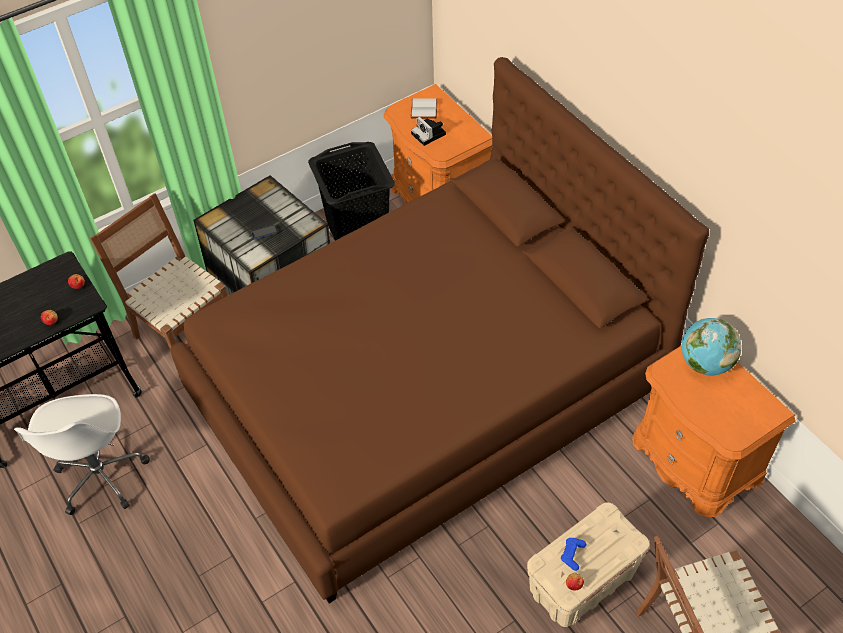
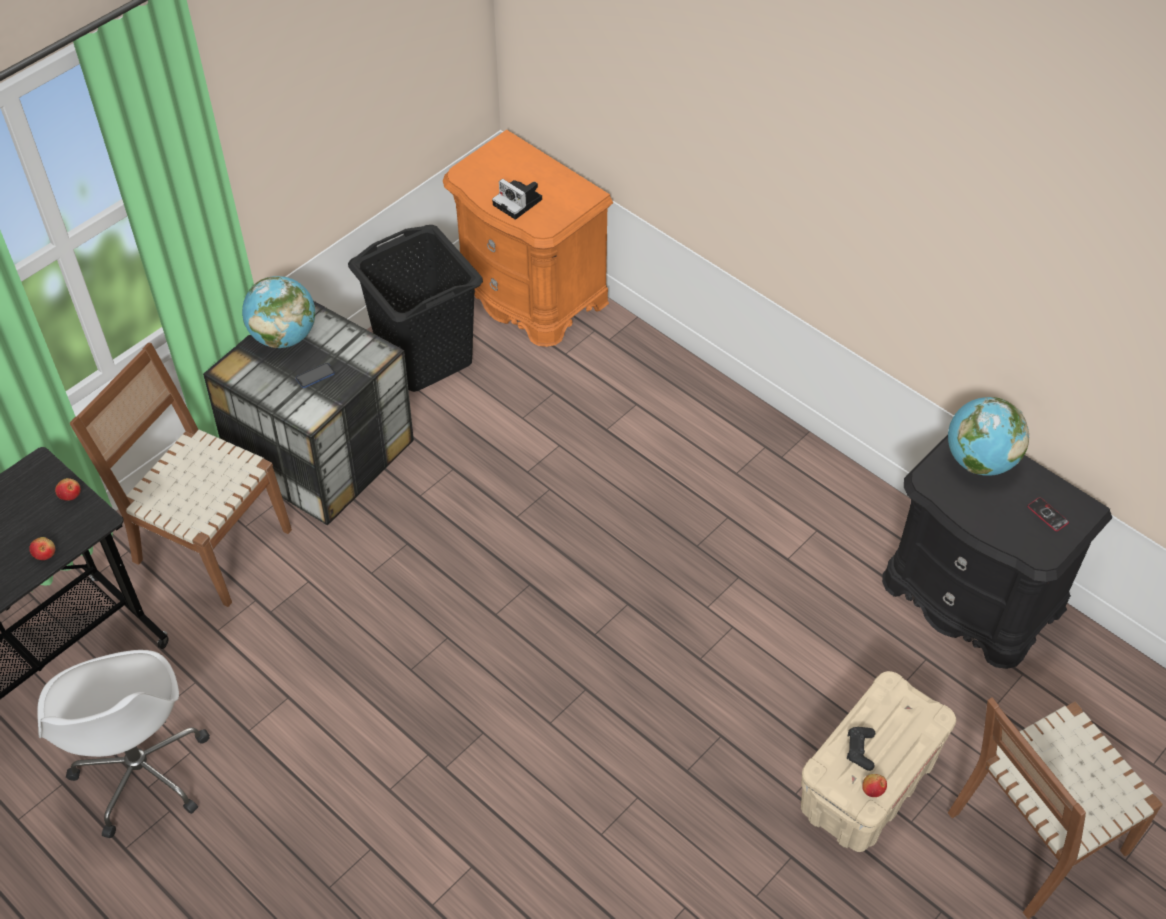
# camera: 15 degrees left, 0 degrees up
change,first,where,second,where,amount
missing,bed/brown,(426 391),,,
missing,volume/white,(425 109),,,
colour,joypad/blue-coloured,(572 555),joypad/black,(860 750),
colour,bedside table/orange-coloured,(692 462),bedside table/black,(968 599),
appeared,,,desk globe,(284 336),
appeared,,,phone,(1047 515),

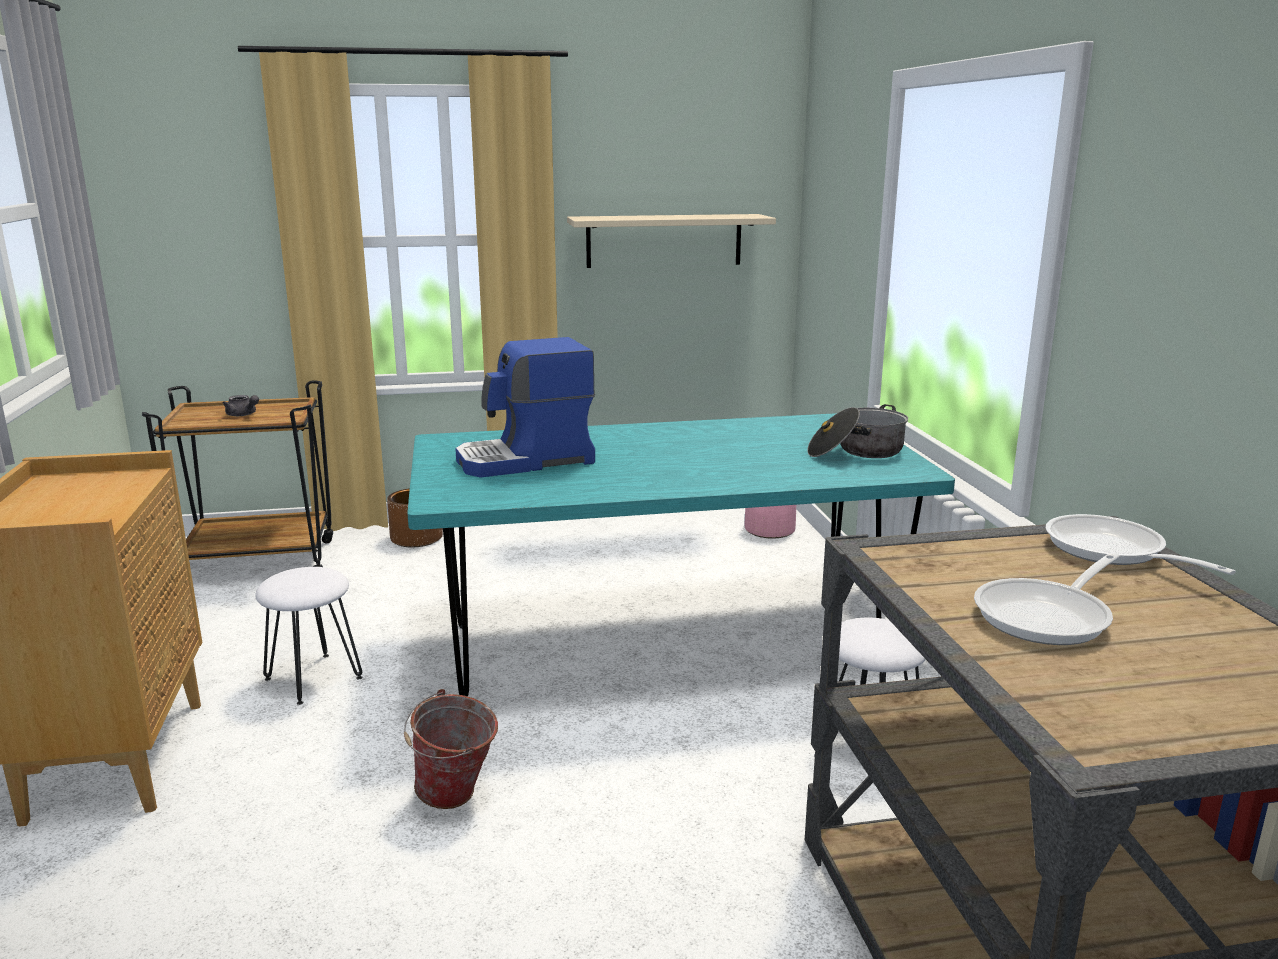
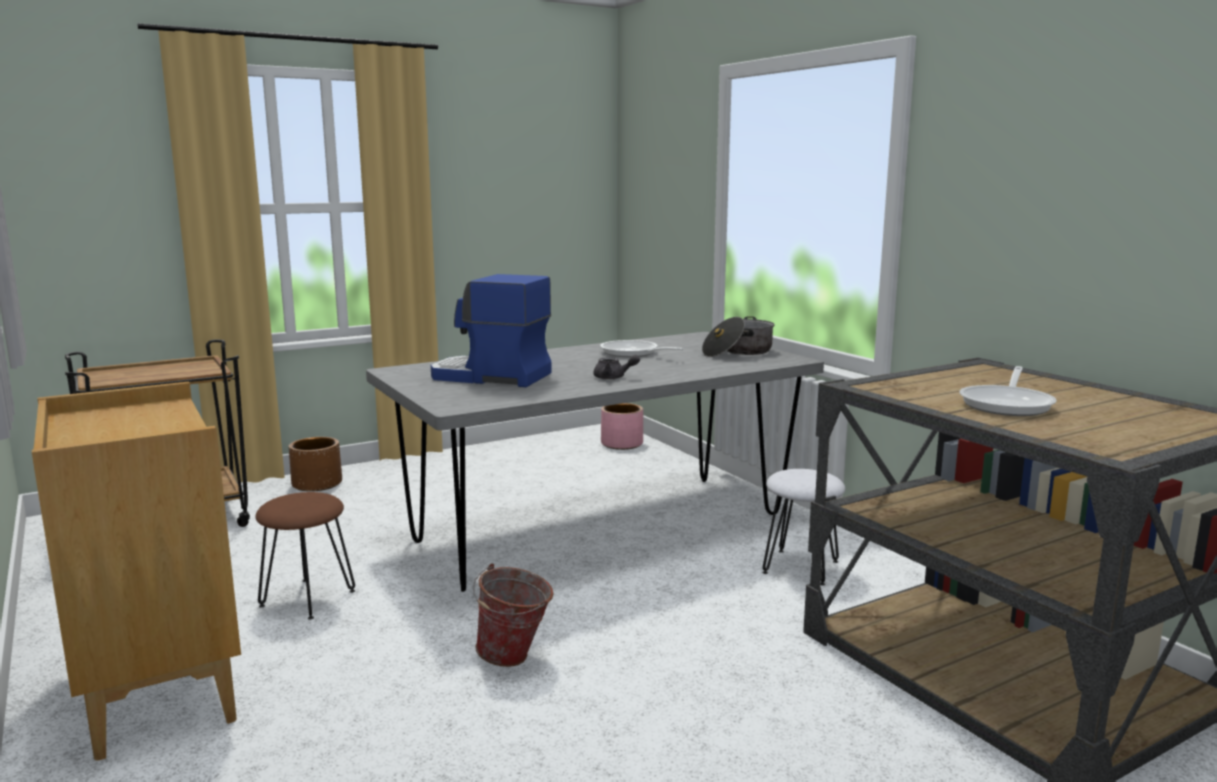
# camera: 20 degrees left, 5 degrees down
change,first,where,second,where,amount
relocated,tea pot/gray,(243 415),,(613 378),
colour,stool seat/white,(313 678),stool seat/brown,(307 598),
colour,dinner table/turquoise,(664 644),dinner table/gray,(600 529),
spun,coffee maker,(526 460),,(490 377),60 degrees clockwise
missing,wall shelf/sand-coloured,(664 240),,,
relocated,pan,(1112 551),,(633 353),

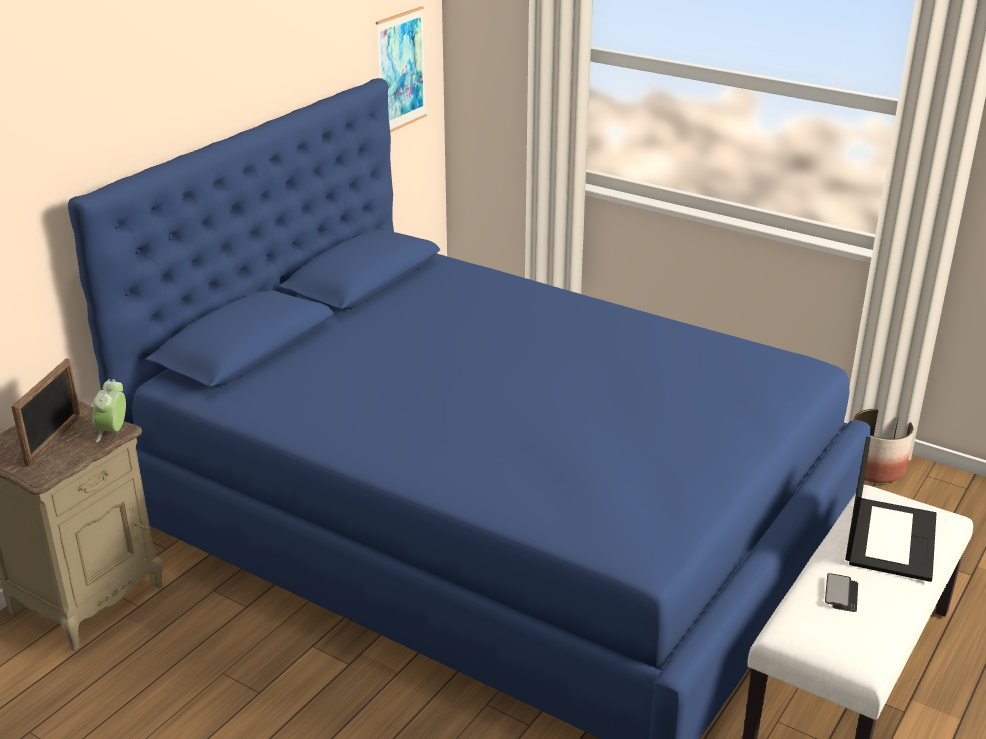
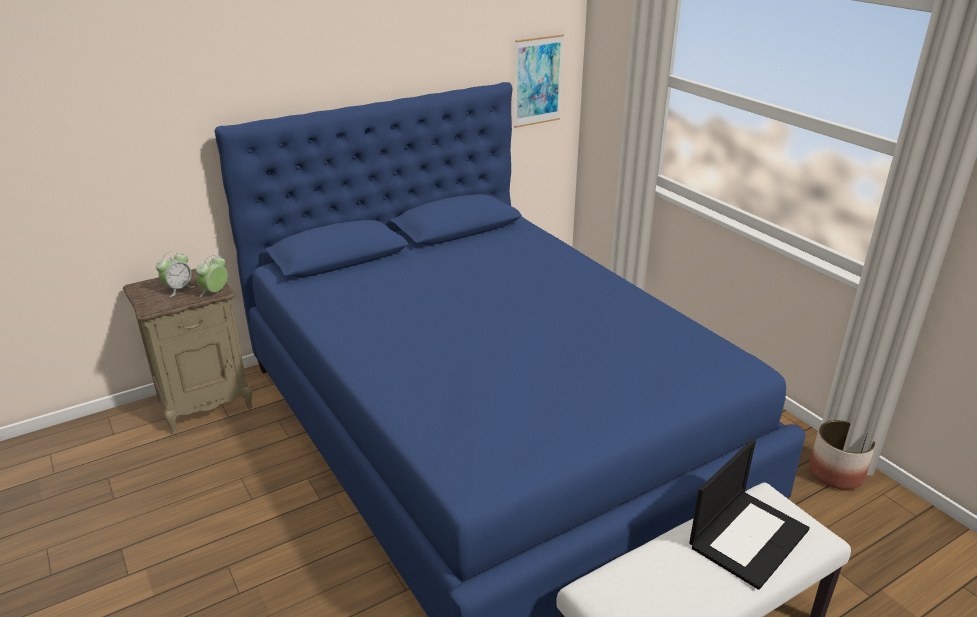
# camera: 25 degrees right, 0 degrees up
change,first,where,second,where,amount
exchanged,picture frame,(54 440),alarm clock,(178 289),
missing,phone,(841 594),,,

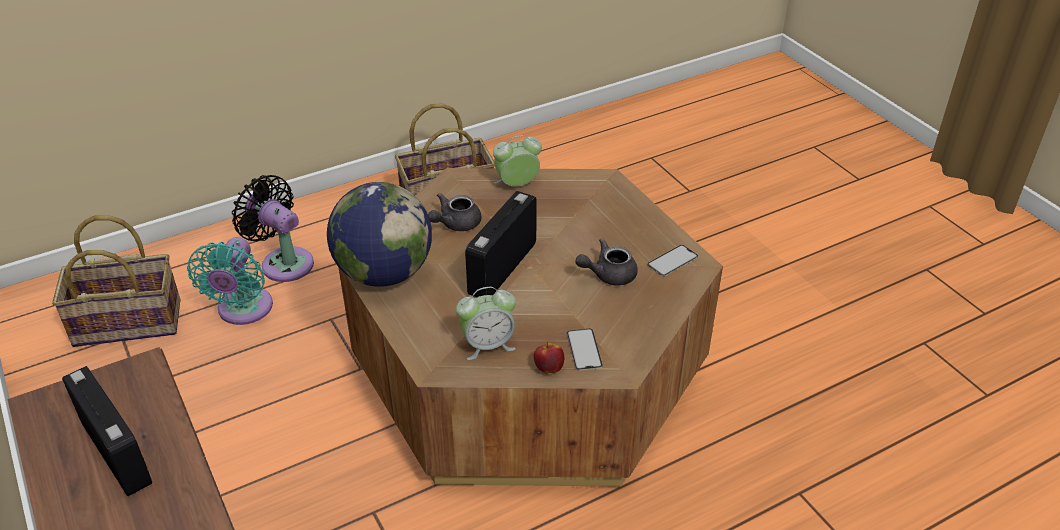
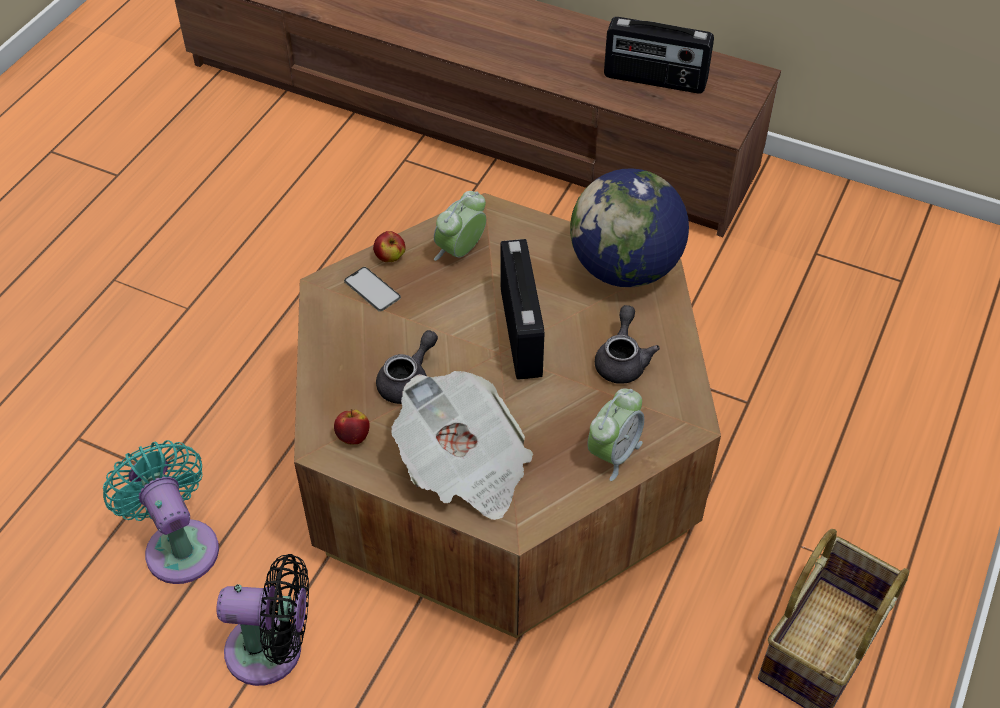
# camera: 145 degrees right, 10 degrees up
change,first,where,second,where,amount
missing,household basket,(128 322),,,
relocated,fan/turquoise,(243 311),,(179 545),
relocated,fan/black,(284 262),,(272 651),
exchanged,phone,(672 261),apple fruit,(353 437),
appeared,,,printed paper,(465 466),

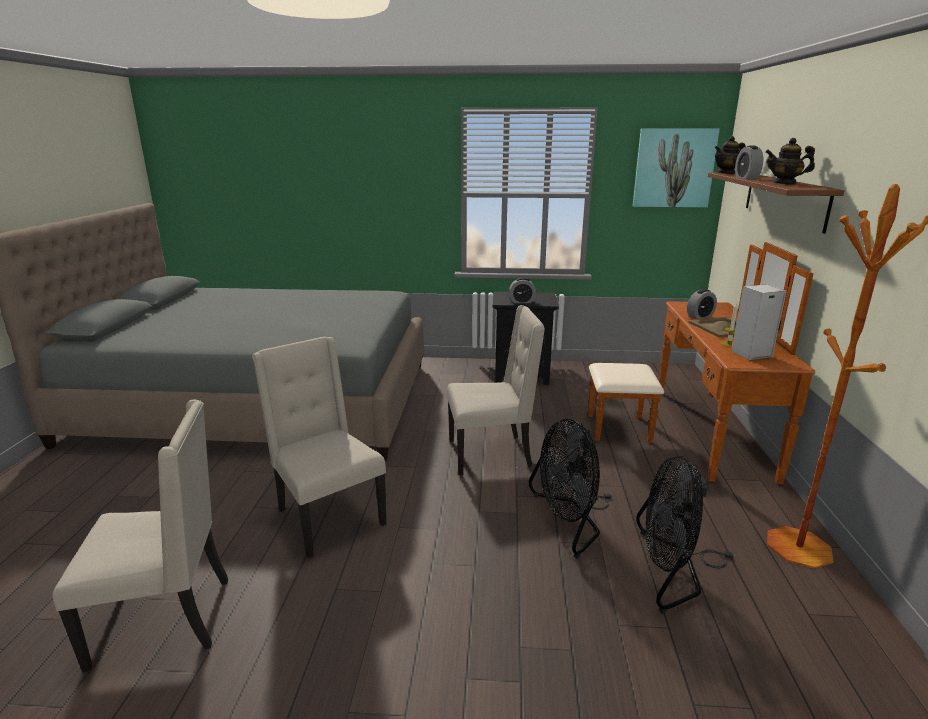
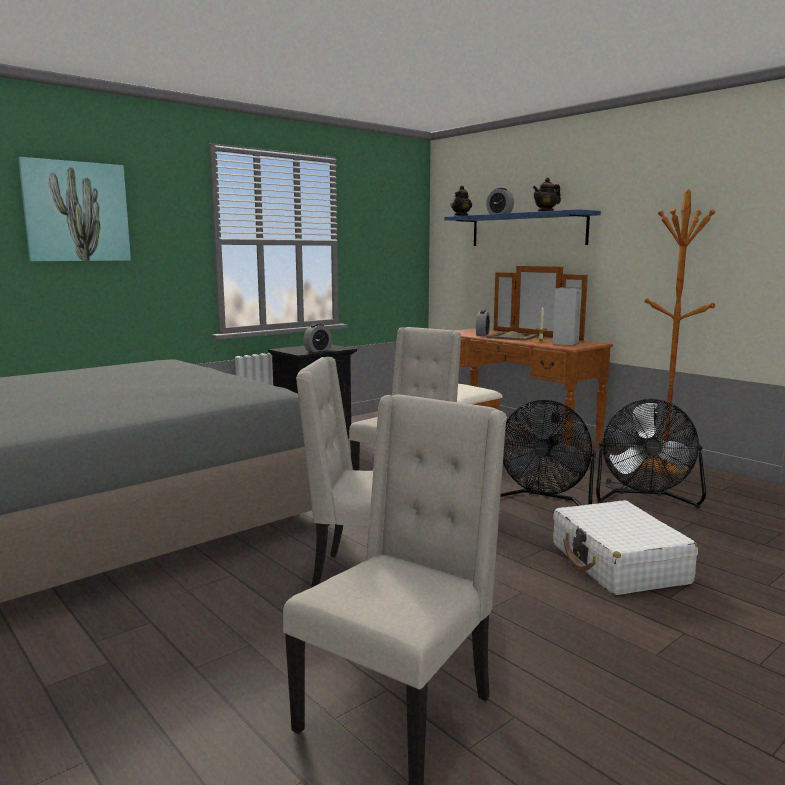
# camera: 45 degrees left, 10 degrees down
change,first,where,second,where,amount
relocated,wall art,(674 168),,(76 212),
spun,fan/black,(674 568),,(639 498),45 degrees counterclockwise
colour,wall shelf/brown,(784 199),wall shelf/blue-coloured,(527 230),
appeared,,,piece of luggage/white,(618 564),

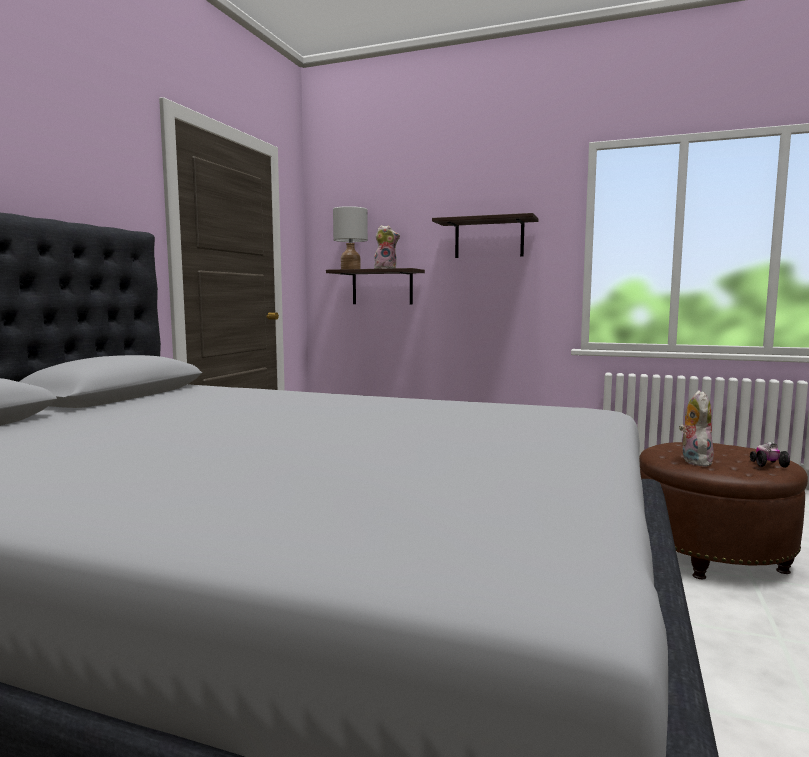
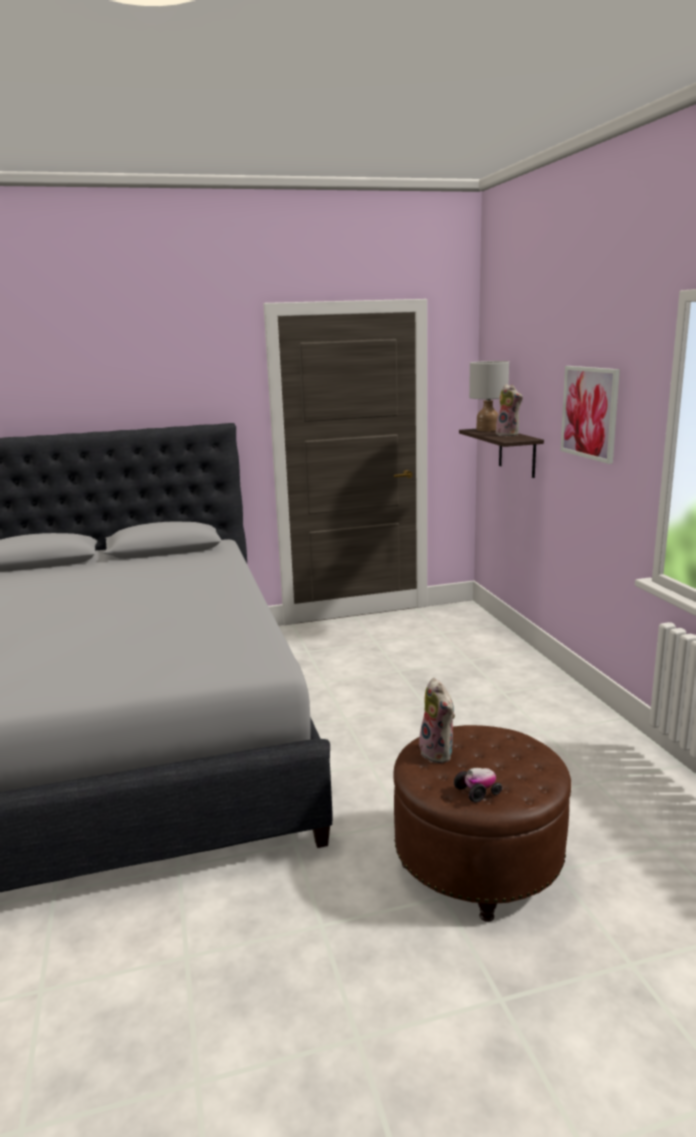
# camera: 55 degrees right, 10 degrees up
change,first,where,second,where,amount
exchanged,wall shelf,(489 238),wall art,(590 412),
spun,cuddly toy,(693 461),,(439 753),90 degrees clockwise

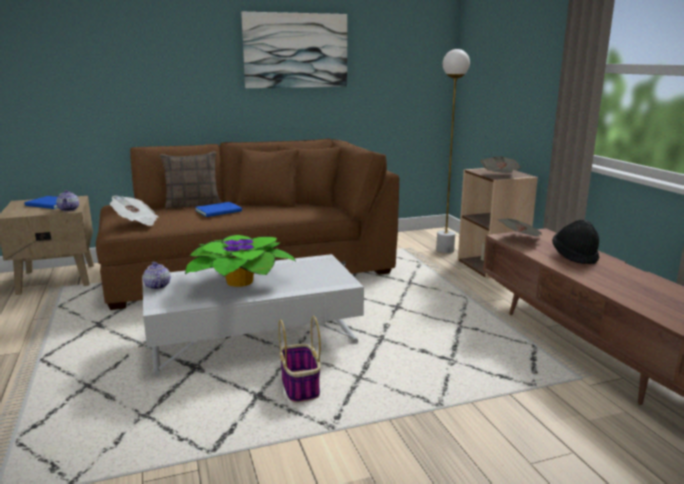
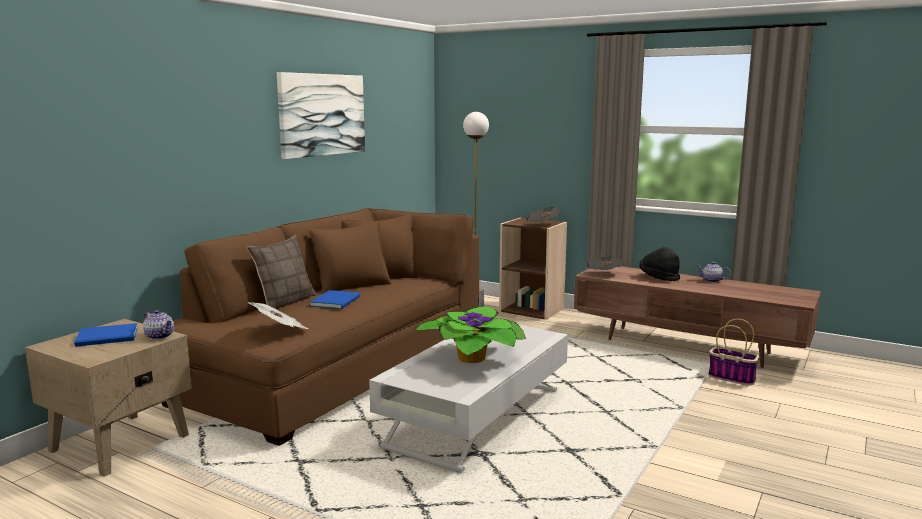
# camera: 40 degrees left, 5 degrees down
change,first,where,second,where,amount
relocated,tea pot,(157 286),,(712 281),
relocated,household basket,(300 387),,(732 377),

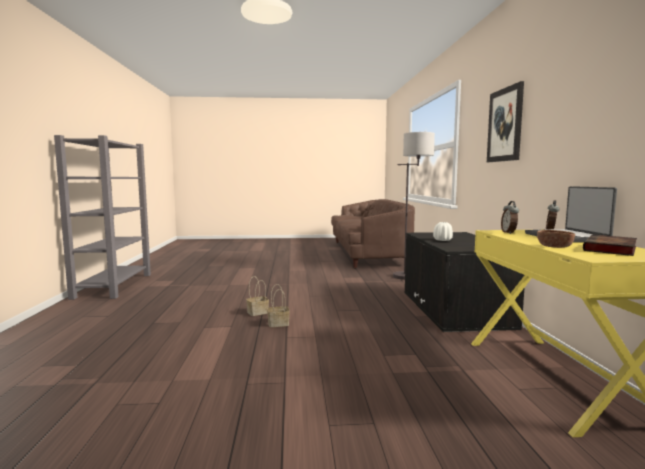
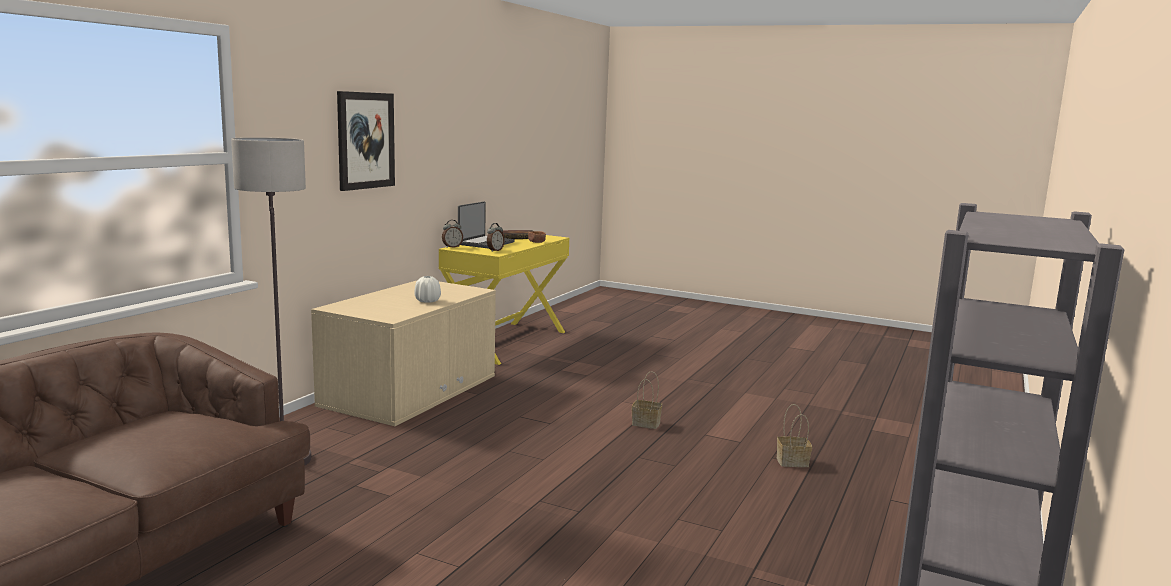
# camera: 150 degrees left, 5 degrees up
change,first,where,second,where,amount
relocated,household basket,(257 313),,(793 462),
colour,storage cabinet/black,(454 309),storage cabinet/sand-coloured,(411 390),

